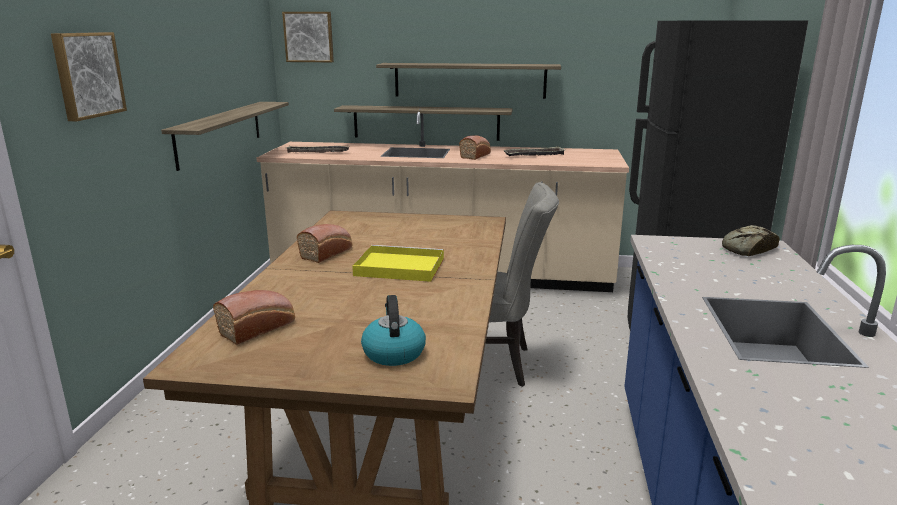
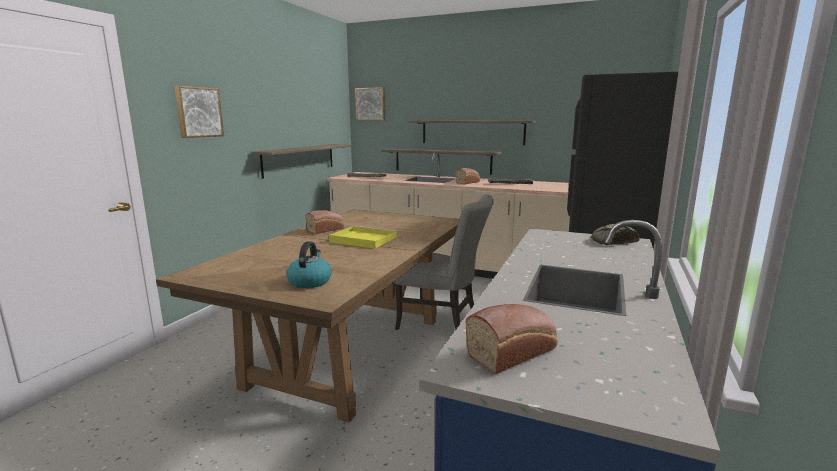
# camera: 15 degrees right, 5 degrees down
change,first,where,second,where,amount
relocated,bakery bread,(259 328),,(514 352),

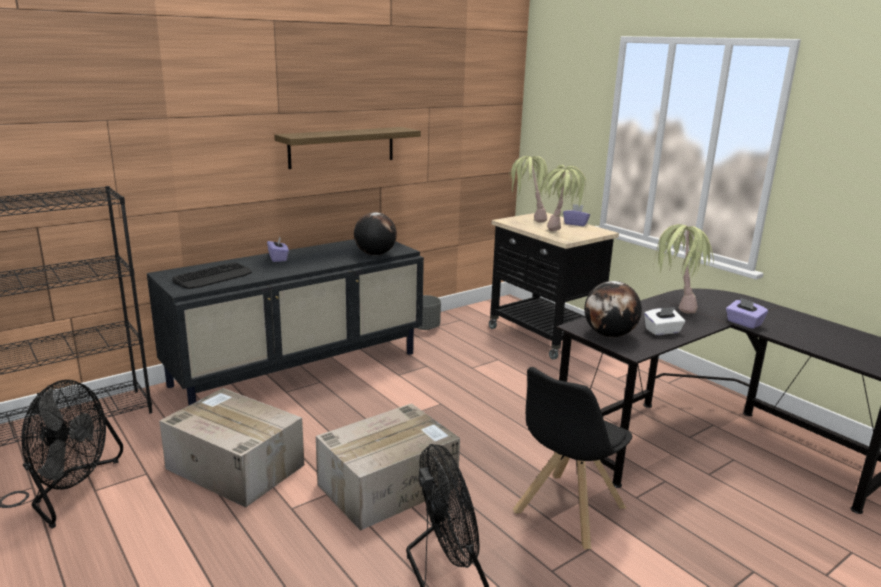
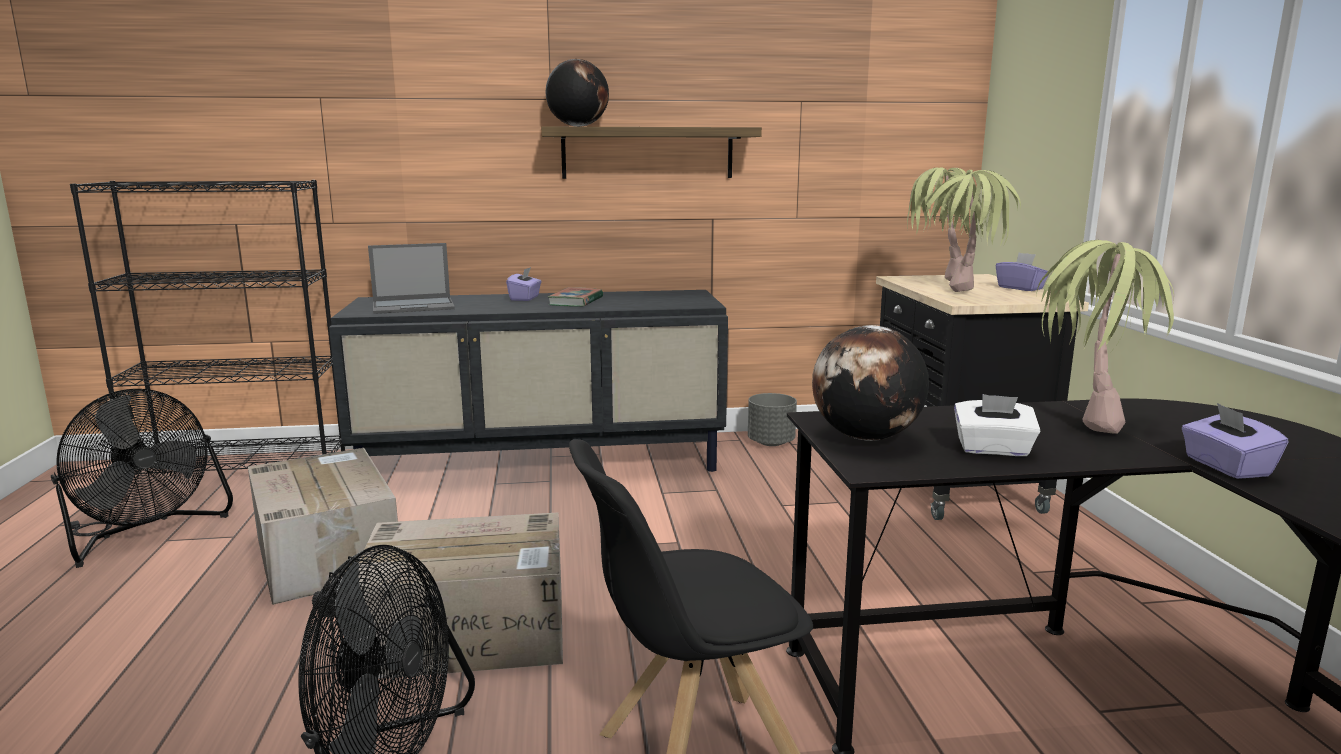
# camera: 30 degrees right, 5 degrees down
change,first,where,second,where,amount
exchanged,computer keyboard,(213 277),portable computer,(414 306),
relocated,desk globe,(375 254),,(578 126),
appeared,,,volume,(576 301),

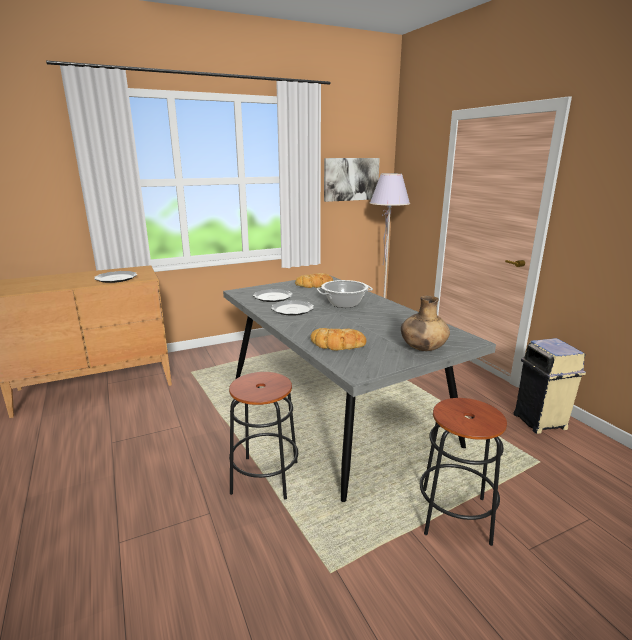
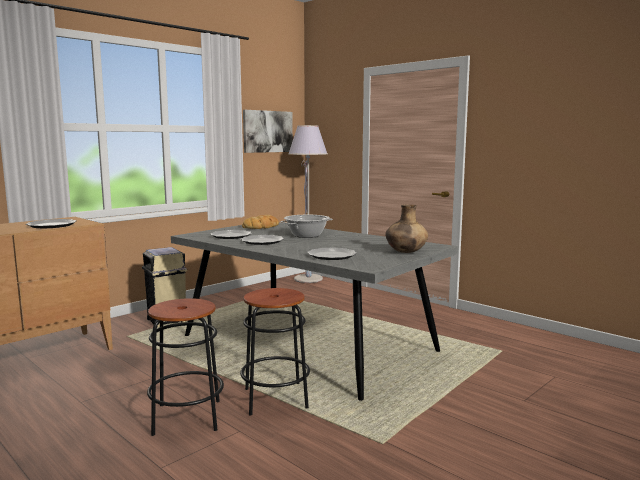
# camera: 20 degrees left, 10 degrees down
change,first,where,second,where,amount
exchanged,bakery bread,(337 344),plate,(332 256),
relocated,stool seat/black,(455 515),,(187 417),
relocated,rubbish bin/sand-coloured,(540 422),,(167 321),

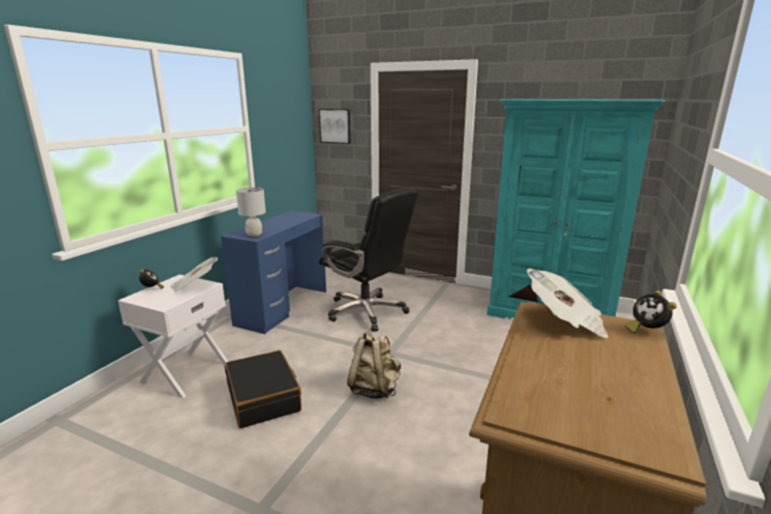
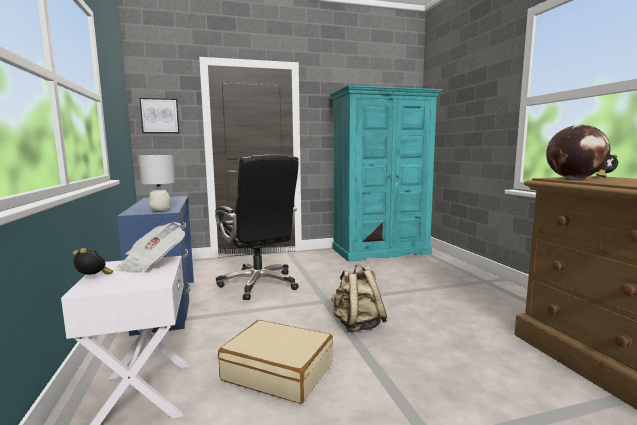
# camera: 40 degrees left, 10 degrees down
change,first,where,second,where,amount
colour,piece of luggage/black,(264 398),piece of luggage/sand-coloured,(278 371),
spun,desk chair/black,(366 312),,(259 284),60 degrees clockwise
exchanged,printed paper,(565 322),desk globe,(574 178),

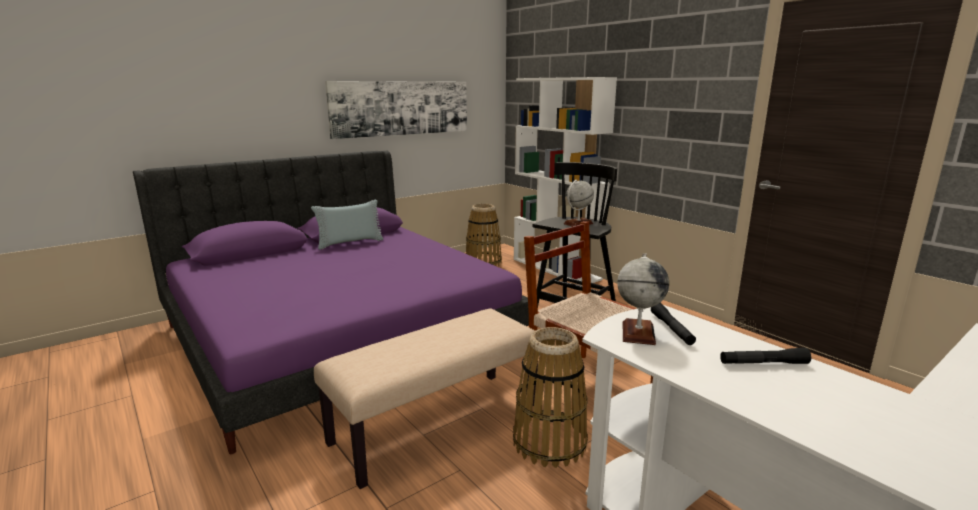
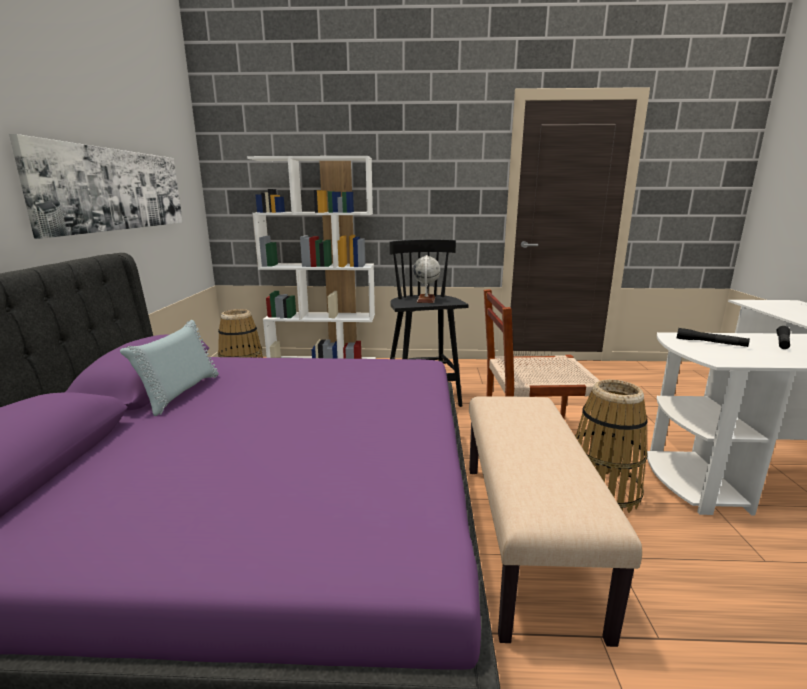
# camera: 50 degrees left, 0 degrees up
change,first,where,second,where,amount
missing,desk globe,(638 333),,,

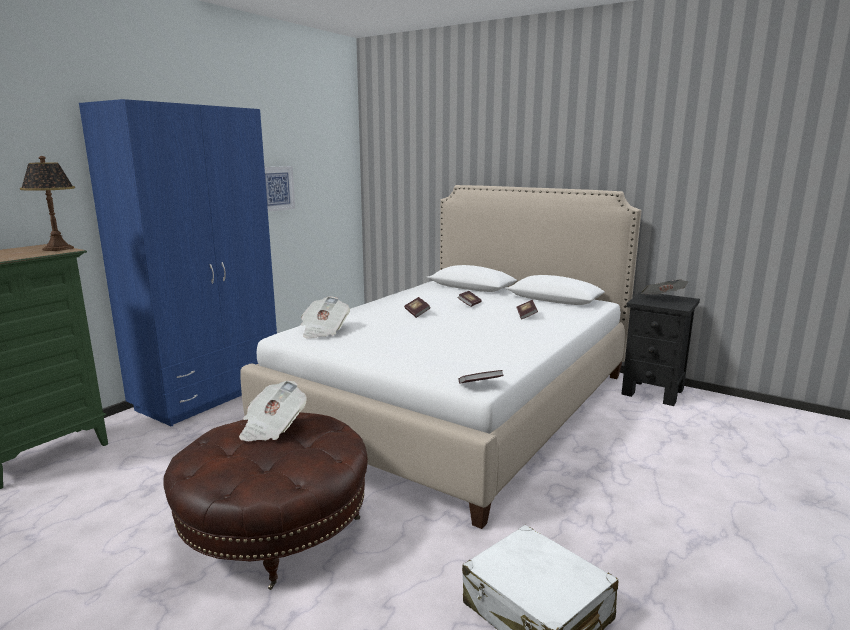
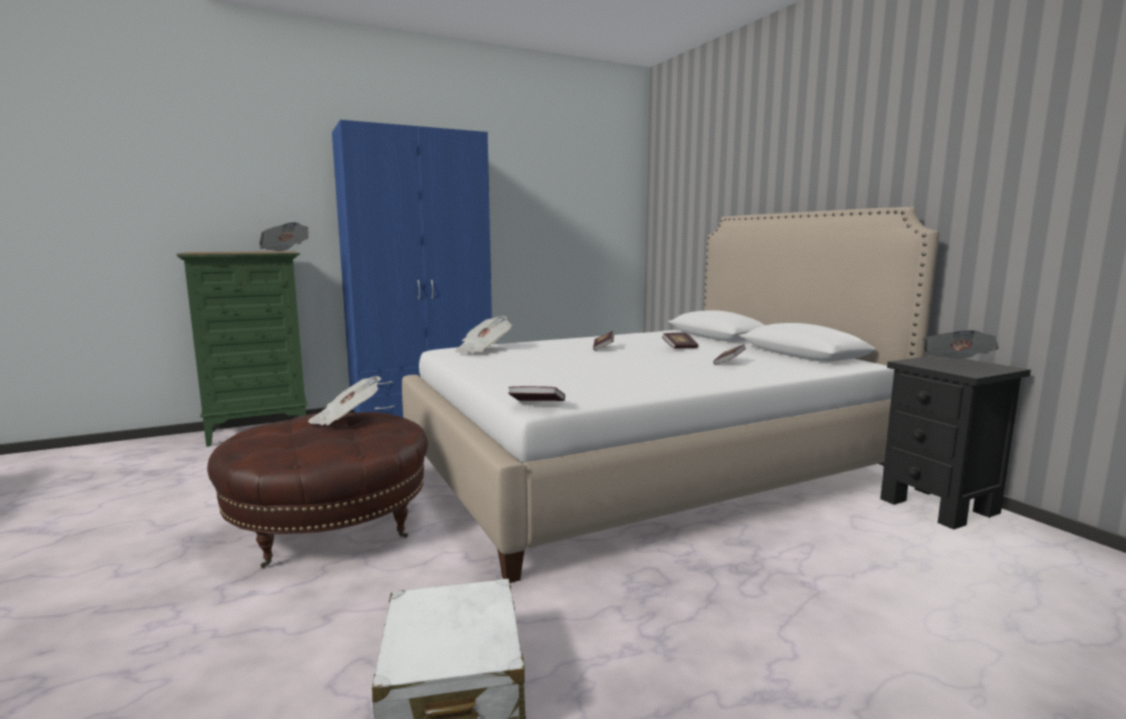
# camera: 30 degrees right, 5 degrees down
change,first,where,second,where,amount
exchanged,lamp for a table,(58 248),printed paper,(285 251),
missing,wall art,(275 188),,,

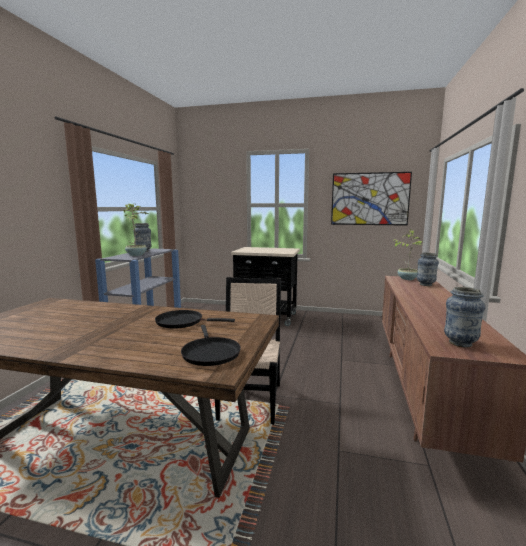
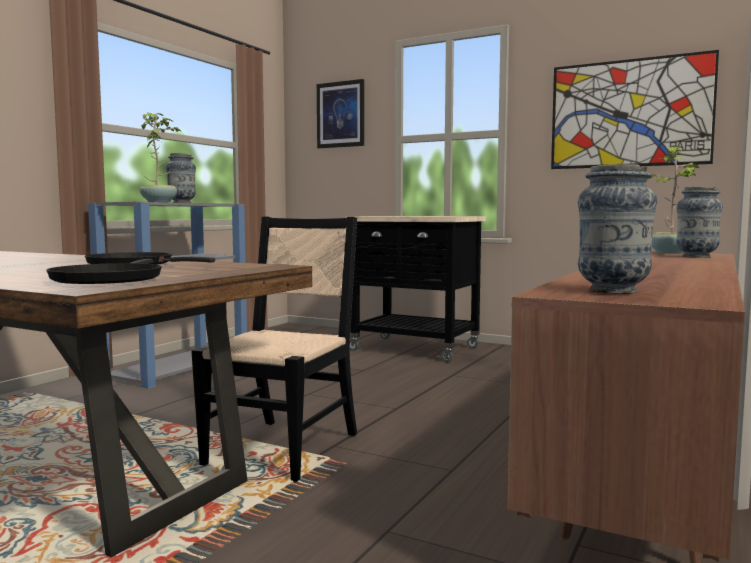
# camera: 15 degrees right, 5 degrees down
change,first,where,second,where,amount
appeared,,,wall art,(340 114),

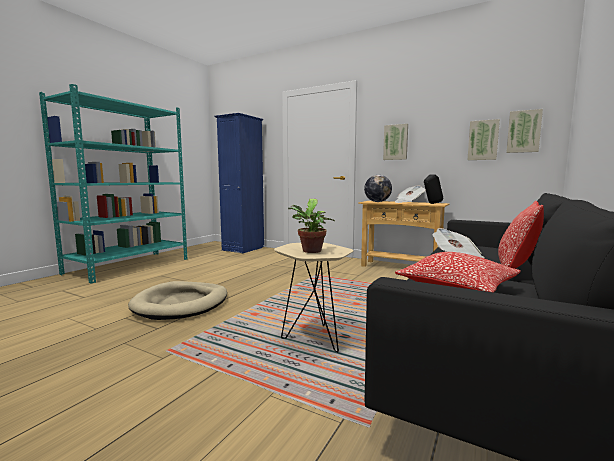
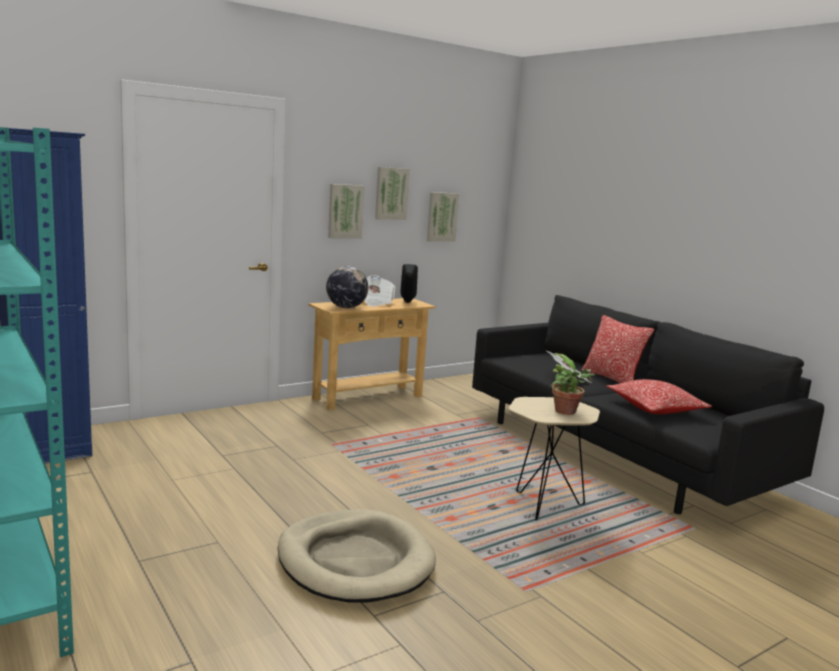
# camera: 65 degrees left, 5 degrees up
change,first,where,second,where,amount
relocated,wall art,(523 131),,(391 193),

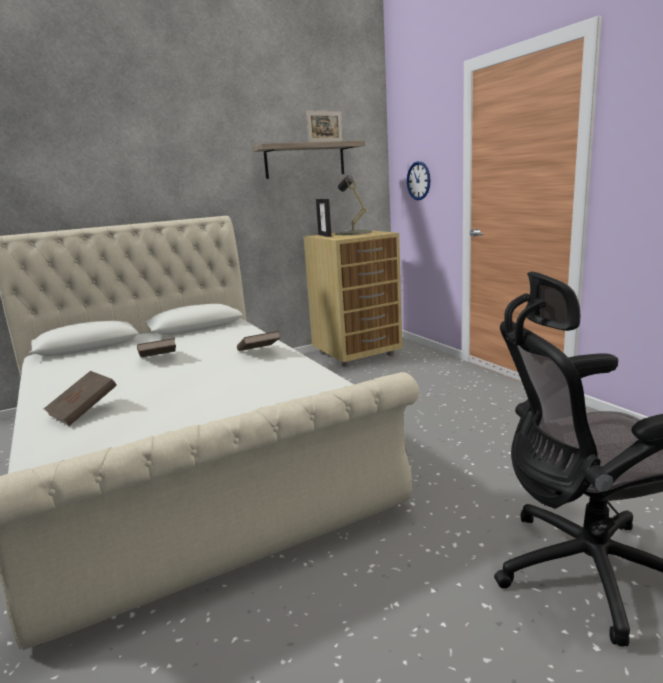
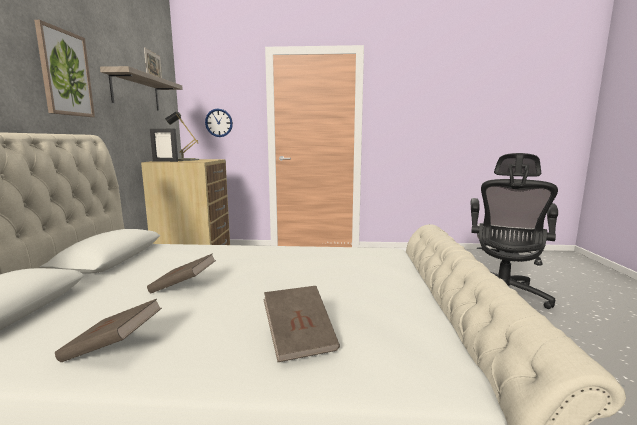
# camera: 60 degrees left, 5 degrees down
change,first,where,second,where,amount
relocated,volume/brown,(259 353),,(113 348),
appeared,,,wall art,(65 73),

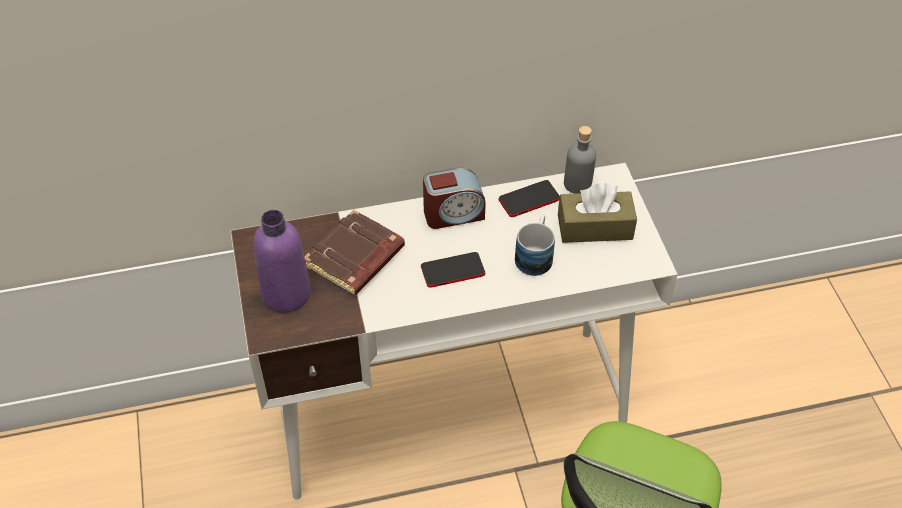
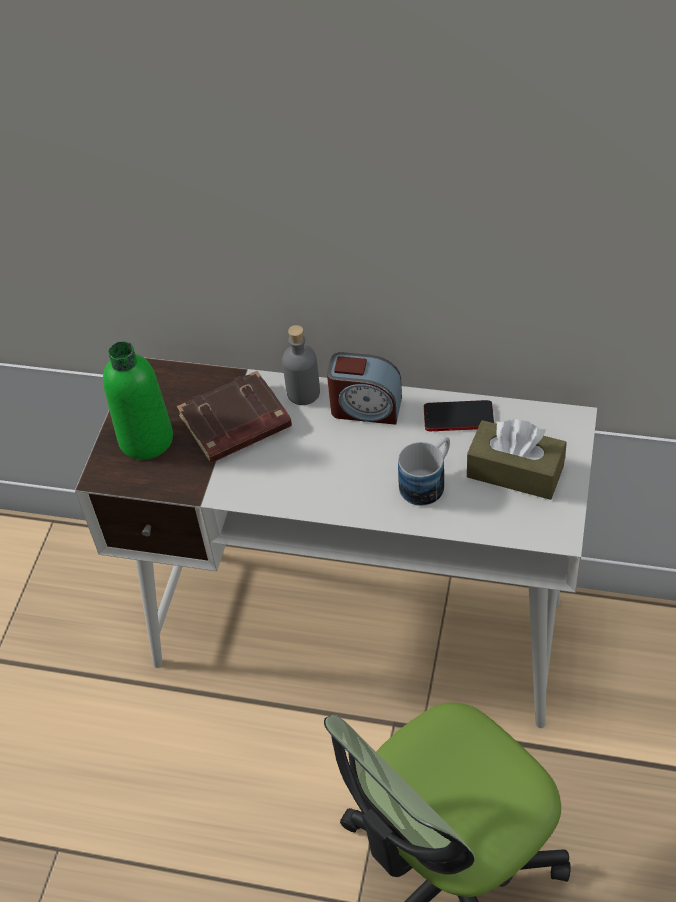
# camera: 30 degrees right, 0 degrees up
change,first,where,second,where,amount
colour,beverage bottle/purple,(286 294),beverage bottle/green,(146 439),
missing,phone,(452 270),,,
relocated,beverage bottle/gray,(577 184),,(303 393),

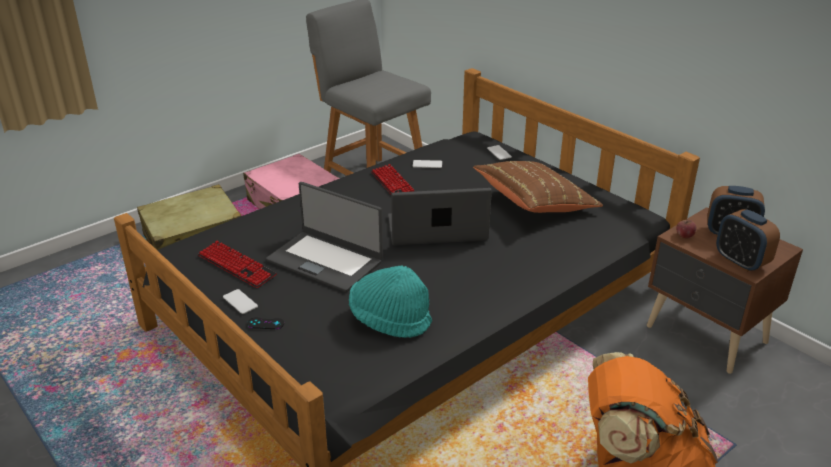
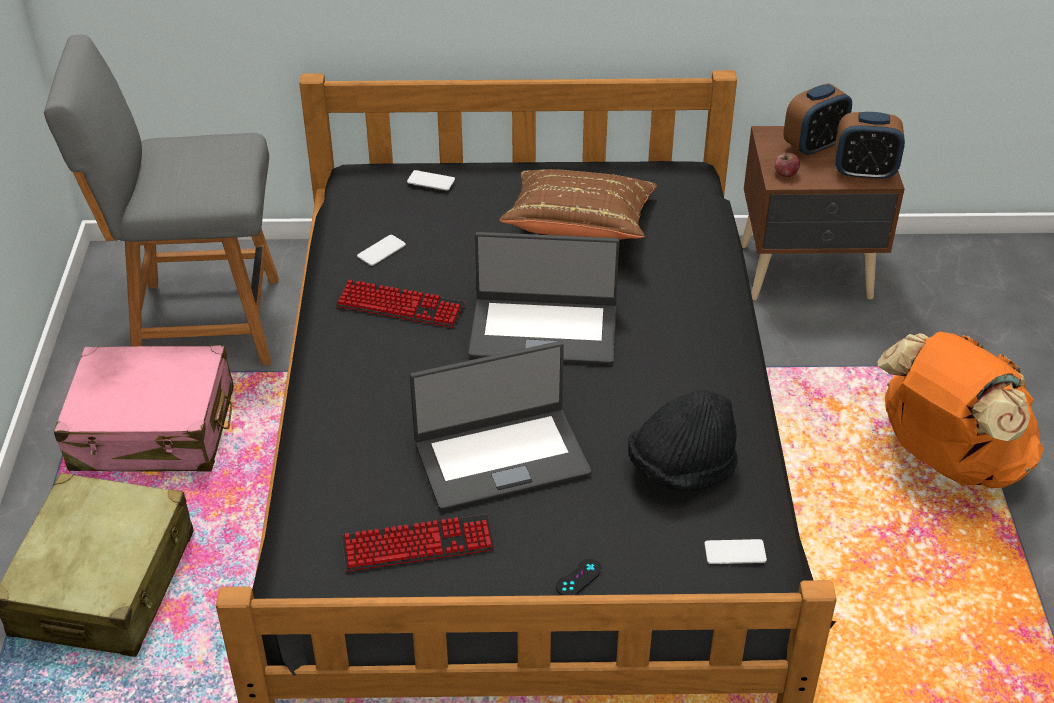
# camera: 50 degrees left, 10 degrees up
change,first,where,second,where,amount
relocated,phone,(240 302),,(735 552),
colour,hat/turquoise,(390 320),hat/black,(681 468),
spun,portable computer,(437 230),,(543 330),120 degrees counterclockwise

